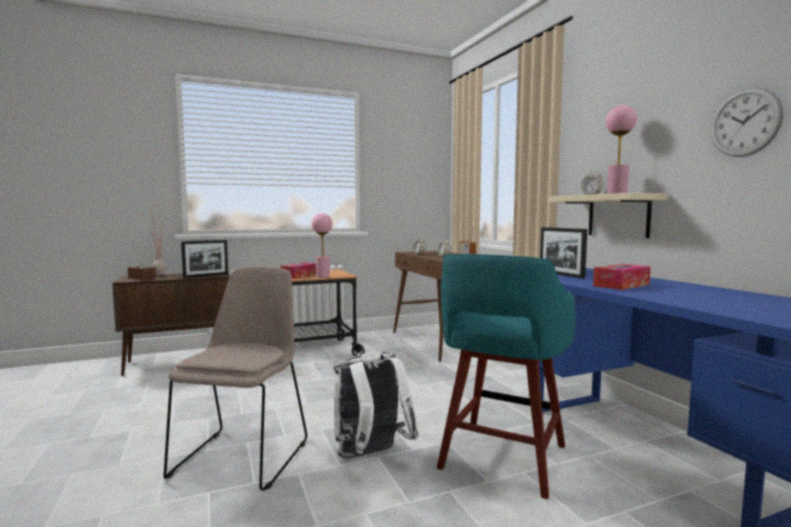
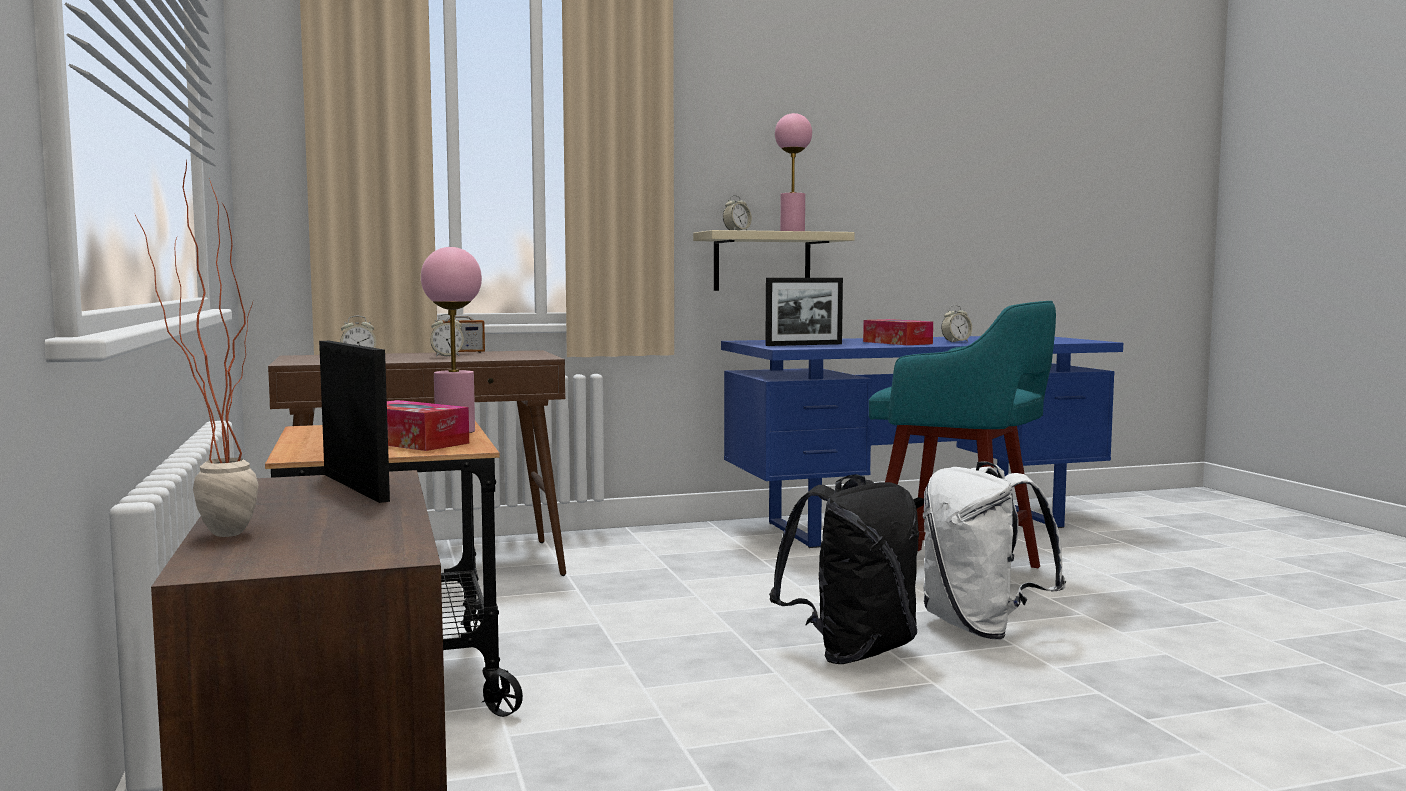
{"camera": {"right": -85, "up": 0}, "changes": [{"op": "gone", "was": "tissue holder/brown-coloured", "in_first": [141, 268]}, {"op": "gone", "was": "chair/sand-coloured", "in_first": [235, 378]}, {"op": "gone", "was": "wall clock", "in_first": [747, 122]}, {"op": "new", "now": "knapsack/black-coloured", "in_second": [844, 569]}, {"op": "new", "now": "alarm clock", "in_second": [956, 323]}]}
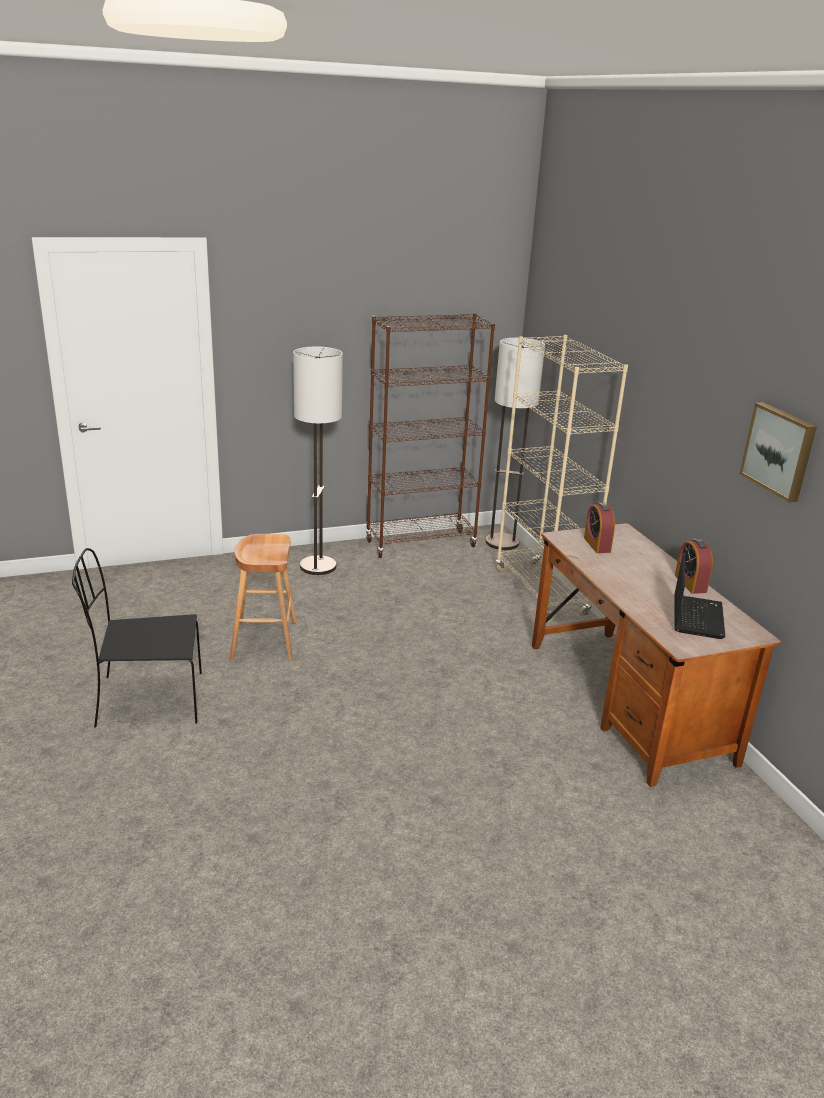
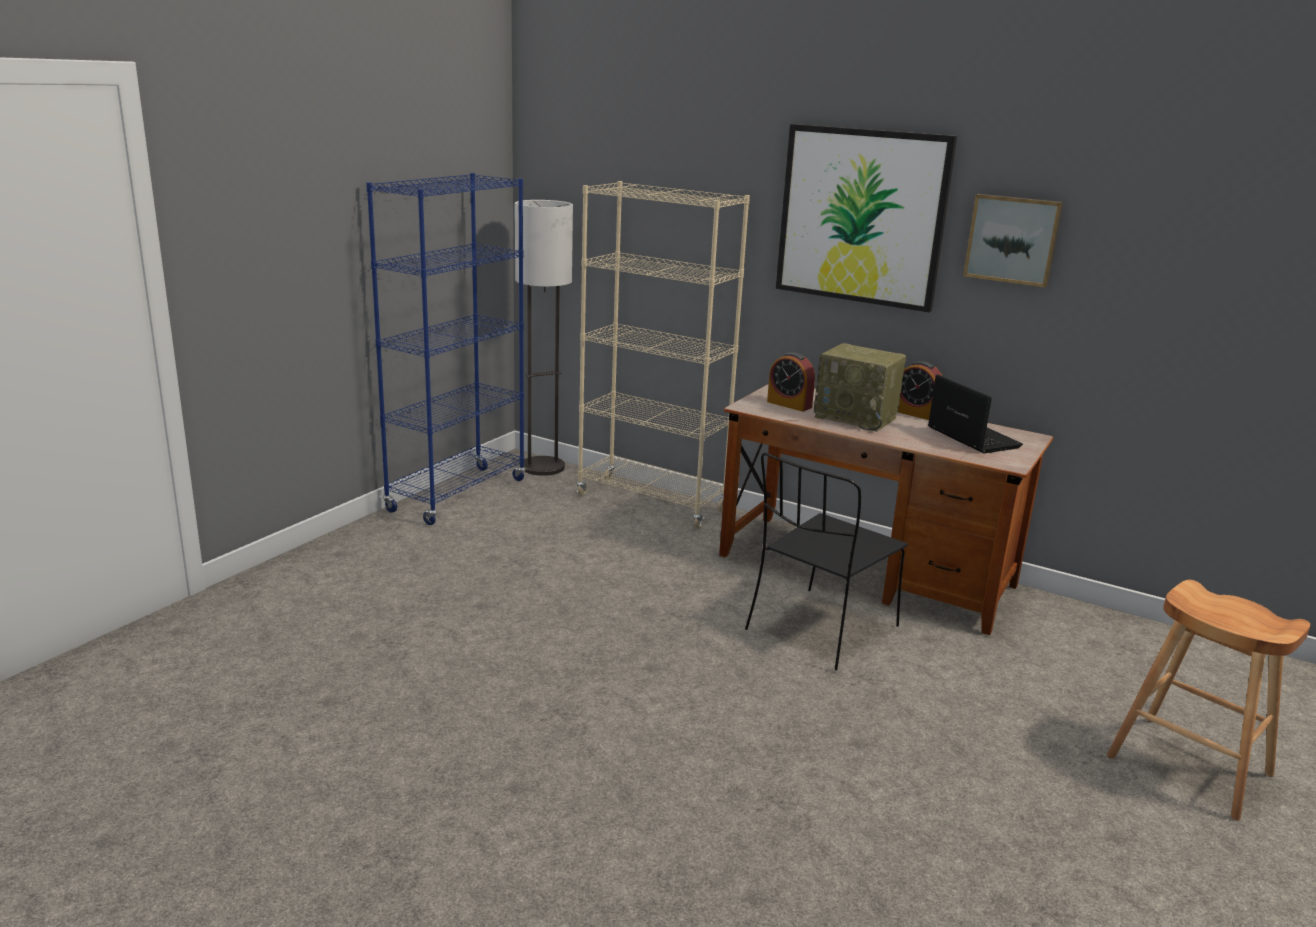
{"camera": {"right": -40, "up": -5}, "changes": [{"op": "gone", "was": "standing lamp", "in_first": [318, 461]}, {"op": "new", "now": "wall art", "in_second": [866, 218]}, {"op": "new", "now": "radio receiver", "in_second": [860, 387]}, {"op": "shifted", "was": "chair/black-coloured", "in_first": [137, 638], "in_second": [826, 561]}, {"op": "shifted", "was": "sitting stool/brown-coloured", "in_first": [263, 597], "in_second": [1208, 700]}, {"op": "repainted", "was": "shelving unit/brown-coloured", "now": "shelving unit/bluish", "in_first": [430, 435], "in_second": [446, 349]}]}
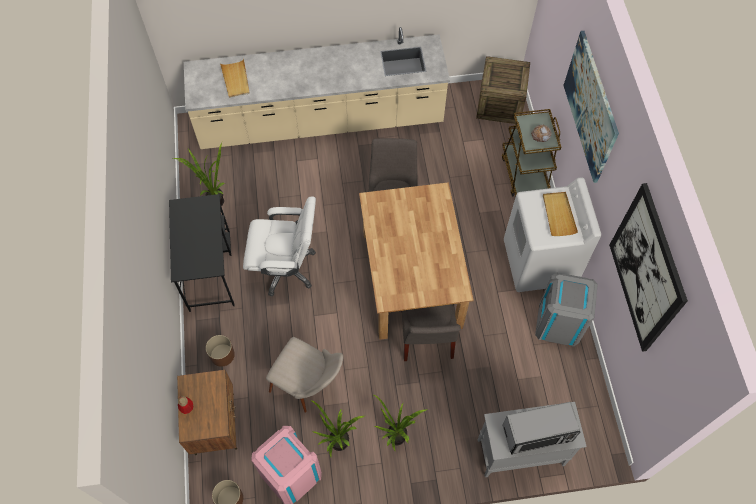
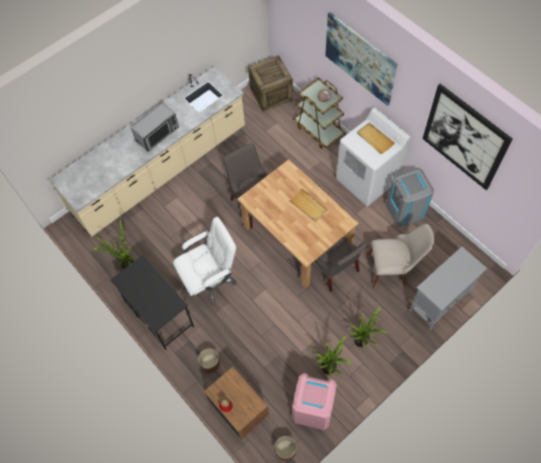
{"camera": {"right": -30, "up": 0}, "changes": [{"op": "shifted", "was": "tray/sand-coloured", "in_first": [235, 78], "in_second": [308, 205]}, {"op": "shifted", "was": "chair/sand-coloured", "in_first": [304, 375], "in_second": [400, 256]}, {"op": "shifted", "was": "microwave", "in_first": [541, 428], "in_second": [155, 127]}]}
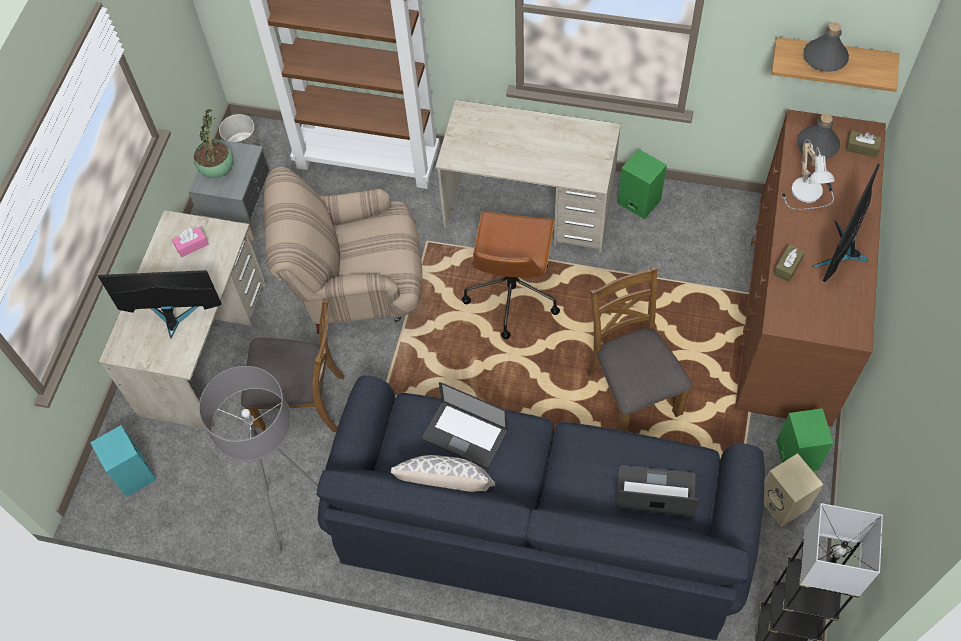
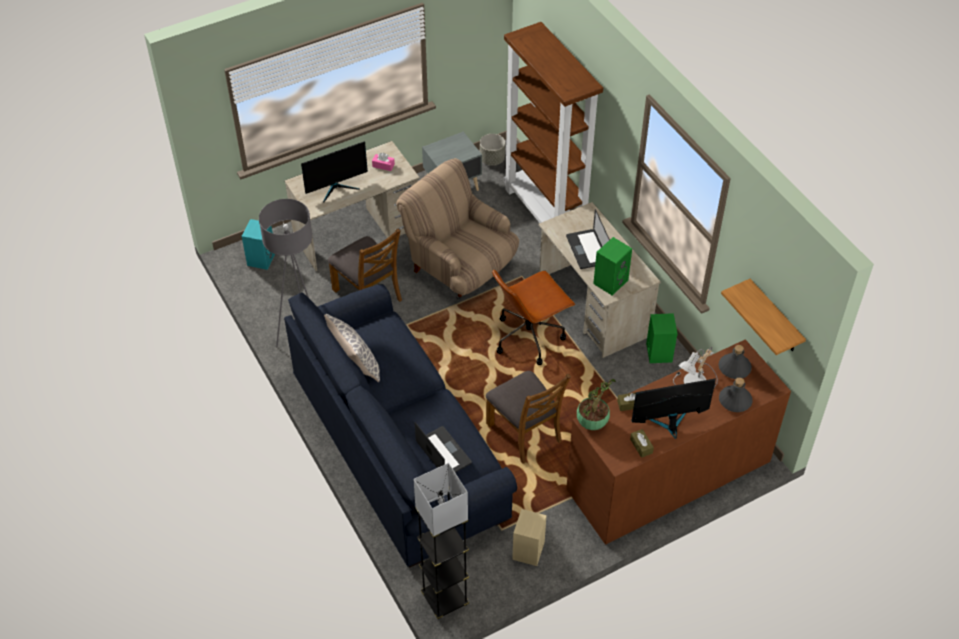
{"camera": {"right": 45, "up": -10}, "changes": [{"op": "shifted", "was": "potted plant", "in_first": [213, 143], "in_second": [596, 404]}, {"op": "shifted", "was": "laptop", "in_first": [465, 425], "in_second": [588, 239]}, {"op": "shifted", "was": "audio speaker/green", "in_first": [805, 439], "in_second": [612, 266]}, {"op": "shifted", "was": "bottle/greyish", "in_first": [826, 47], "in_second": [735, 394]}, {"op": "shifted", "was": "tissue holder/brown-coloured", "in_first": [863, 144], "in_second": [642, 443]}, {"op": "rotated", "was": "monitor", "in_first": [160, 304], "in_second": [334, 172], "clockwise": 105}, {"op": "rotated", "was": "chair/brown-coloured", "in_first": [639, 349], "in_second": [528, 417], "clockwise": 120}]}
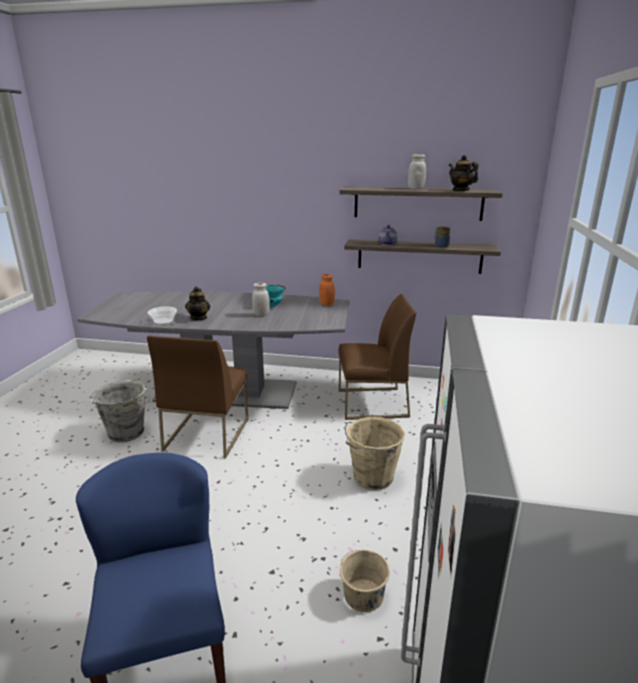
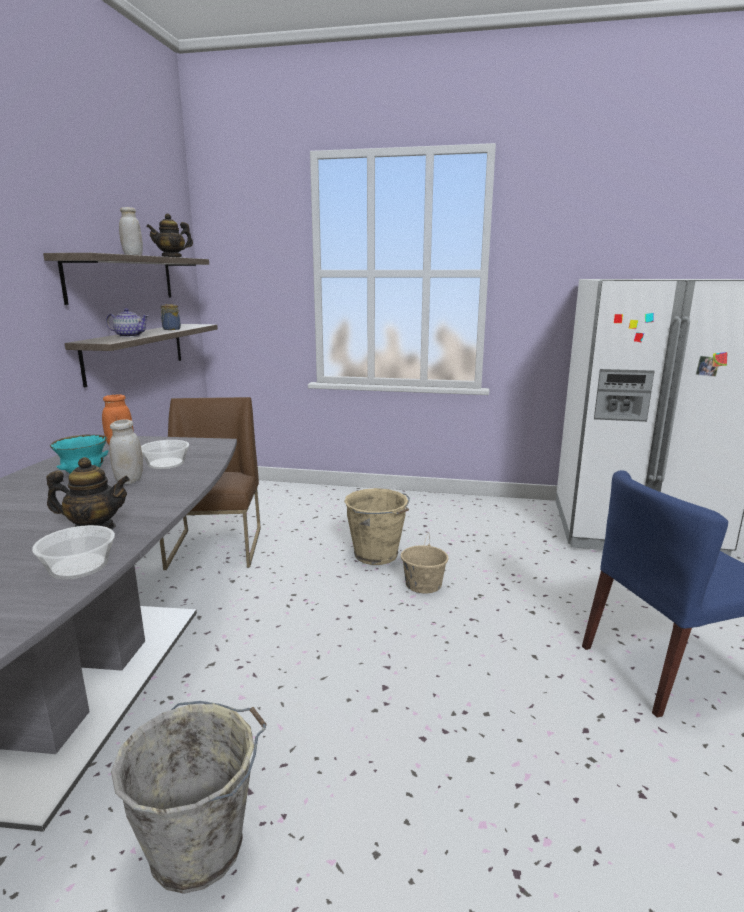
{"camera": {"right": -90, "up": -5}, "changes": [{"op": "gone", "was": "chair/brown-coloured", "in_first": [197, 397]}, {"op": "new", "now": "serving bowl", "in_second": [165, 454]}, {"op": "shifted", "was": "water bucket/sand-coloured", "in_first": [365, 581], "in_second": [424, 562]}]}
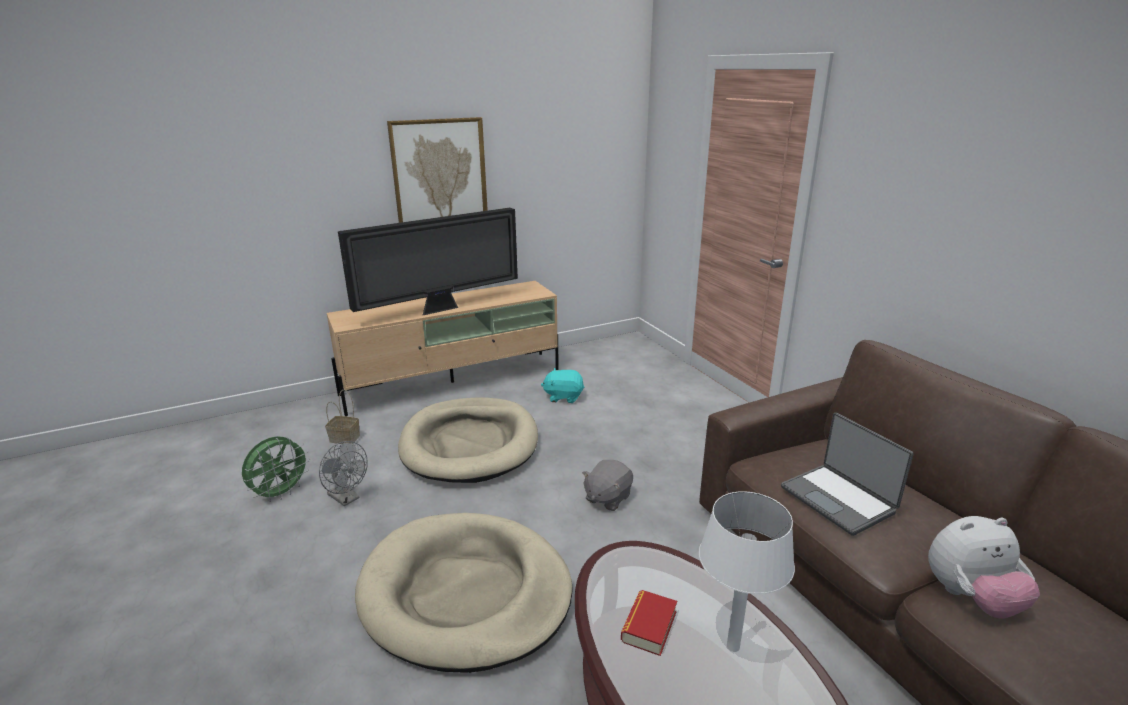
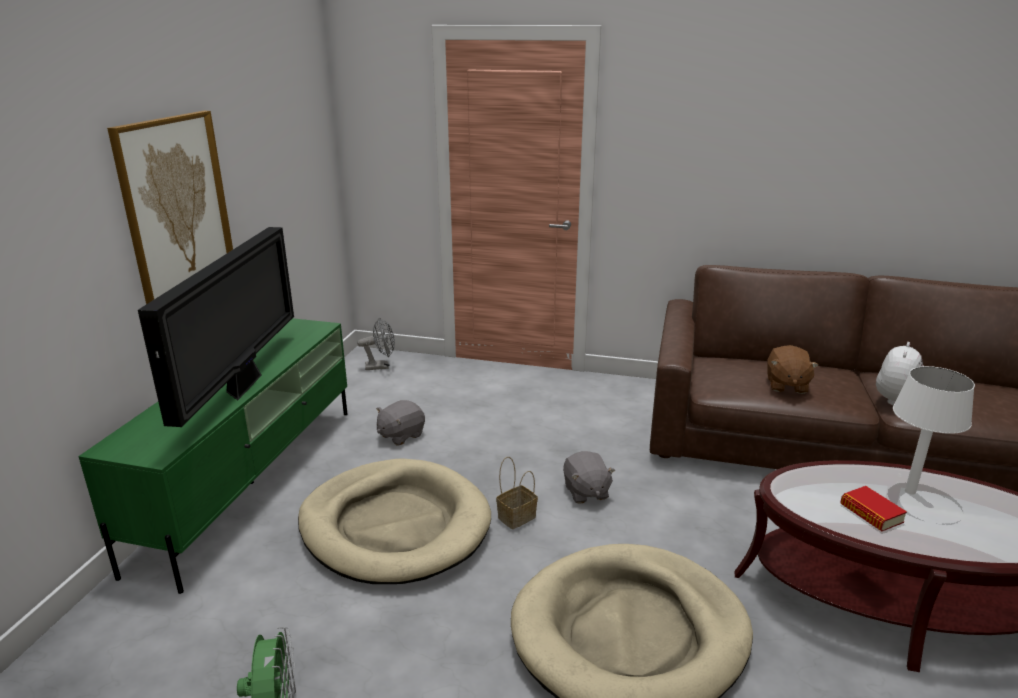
{"camera": {"right": -50, "up": 0}, "changes": [{"op": "shifted", "was": "electric fan/greyish", "in_first": [343, 473], "in_second": [376, 344]}, {"op": "shifted", "was": "household basket", "in_first": [342, 417], "in_second": [517, 493]}, {"op": "swapped", "was": "laptop", "now": "soft toy/brown-coloured", "in_first": [847, 474], "in_second": [793, 369]}, {"op": "repainted", "was": "tv stand/sand-coloured", "now": "tv stand/green", "in_first": [443, 348], "in_second": [212, 456]}, {"op": "repainted", "was": "soft toy/turquoise-coloured", "now": "soft toy/greyish", "in_first": [562, 385], "in_second": [400, 423]}]}
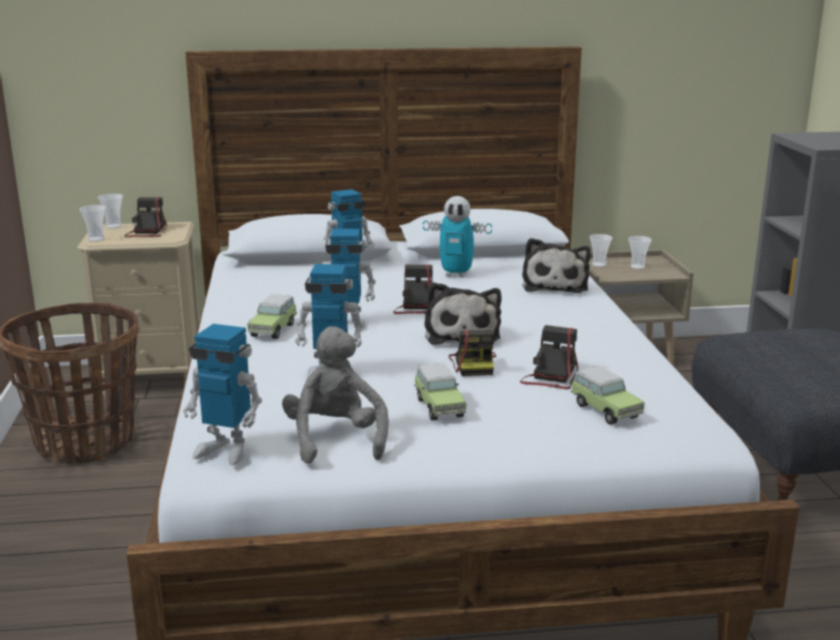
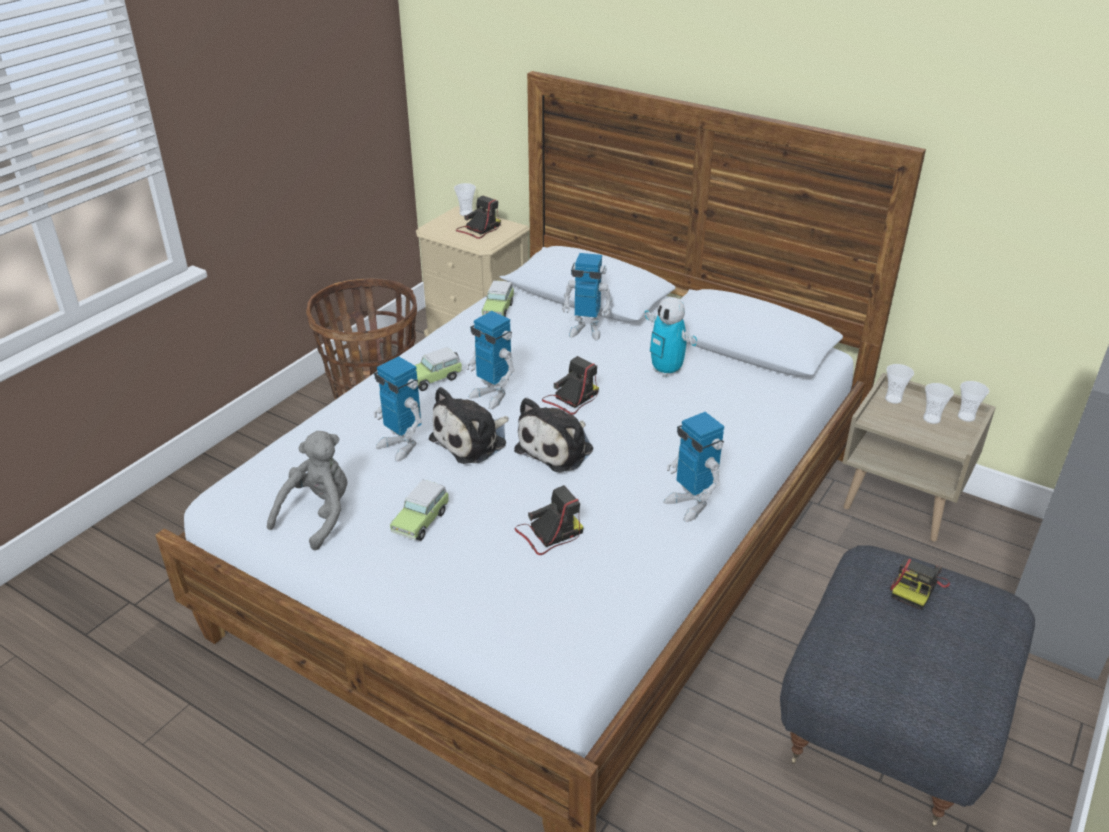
{"camera": {"right": 40, "up": 15}, "changes": [{"op": "shifted", "was": "drinking cup", "in_first": [92, 223], "in_second": [973, 401]}, {"op": "shifted", "was": "model robot", "in_first": [222, 395], "in_second": [693, 467]}, {"op": "shifted", "was": "still camera", "in_first": [472, 353], "in_second": [920, 584]}, {"op": "shifted", "was": "soft toy", "in_first": [556, 265], "in_second": [469, 425]}, {"op": "shifted", "was": "toy car", "in_first": [607, 395], "in_second": [498, 298]}]}
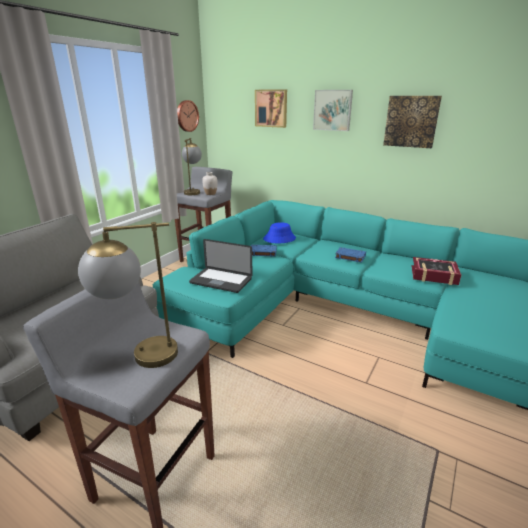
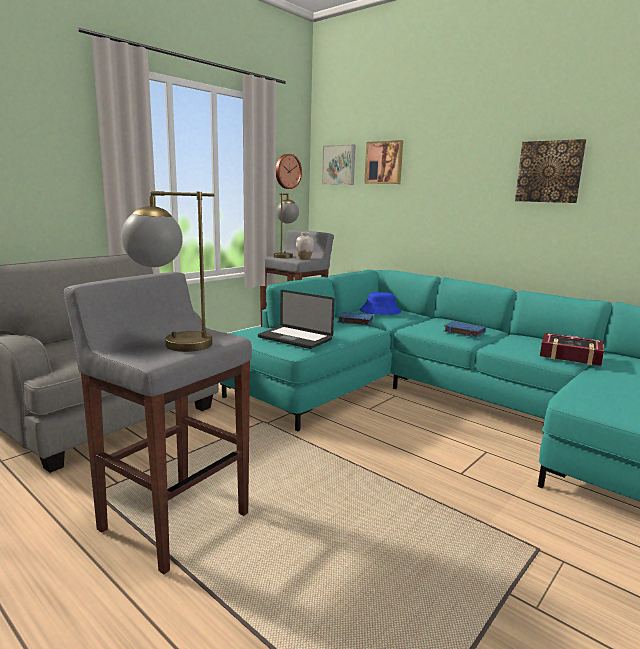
{"camera": {"right": 10, "up": -10}, "changes": [{"op": "shifted", "was": "wall art", "in_first": [333, 110], "in_second": [339, 164]}]}
